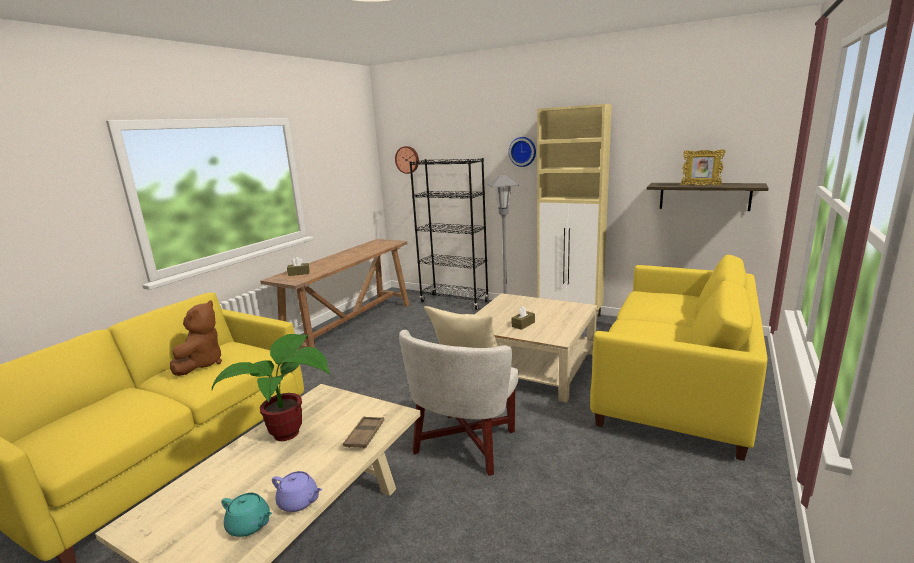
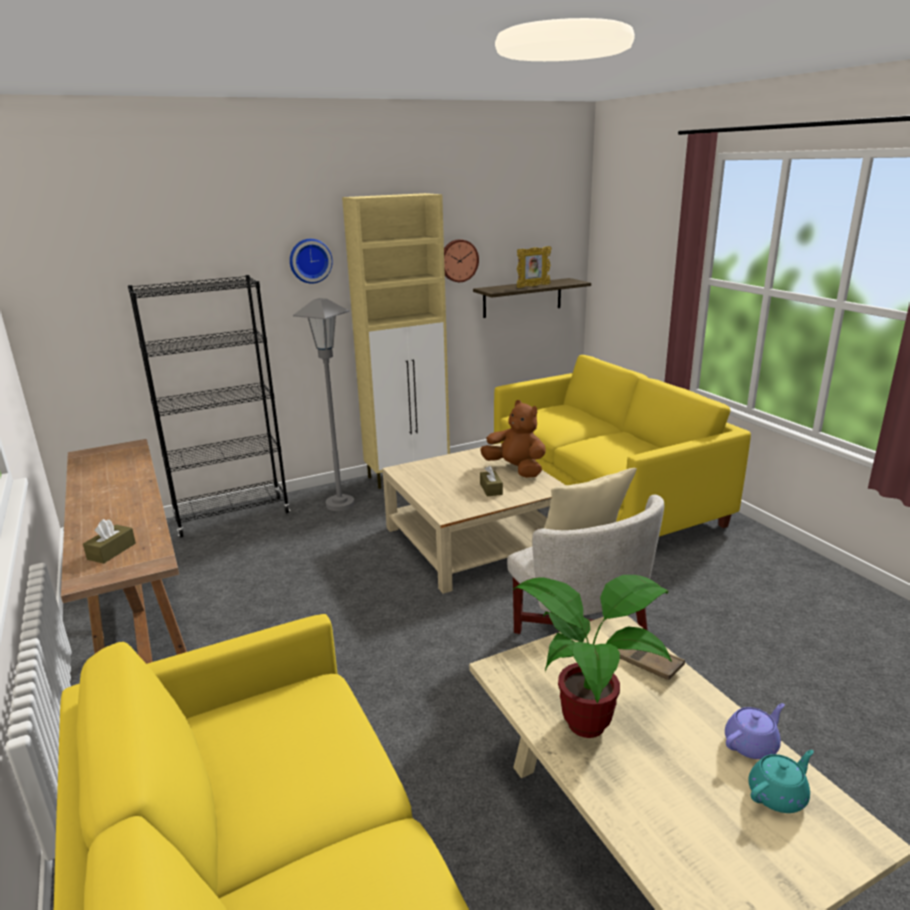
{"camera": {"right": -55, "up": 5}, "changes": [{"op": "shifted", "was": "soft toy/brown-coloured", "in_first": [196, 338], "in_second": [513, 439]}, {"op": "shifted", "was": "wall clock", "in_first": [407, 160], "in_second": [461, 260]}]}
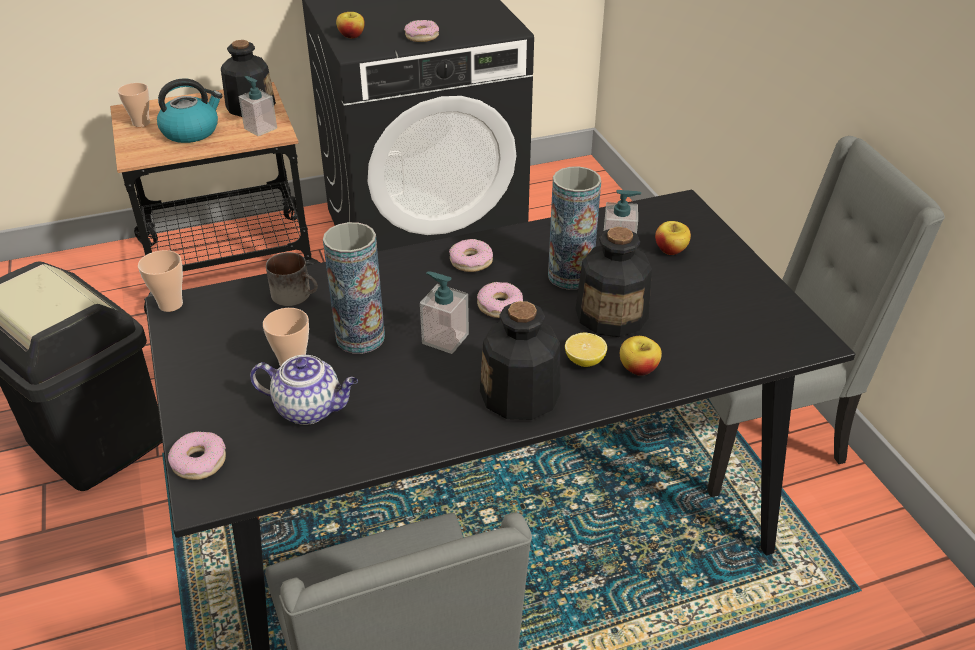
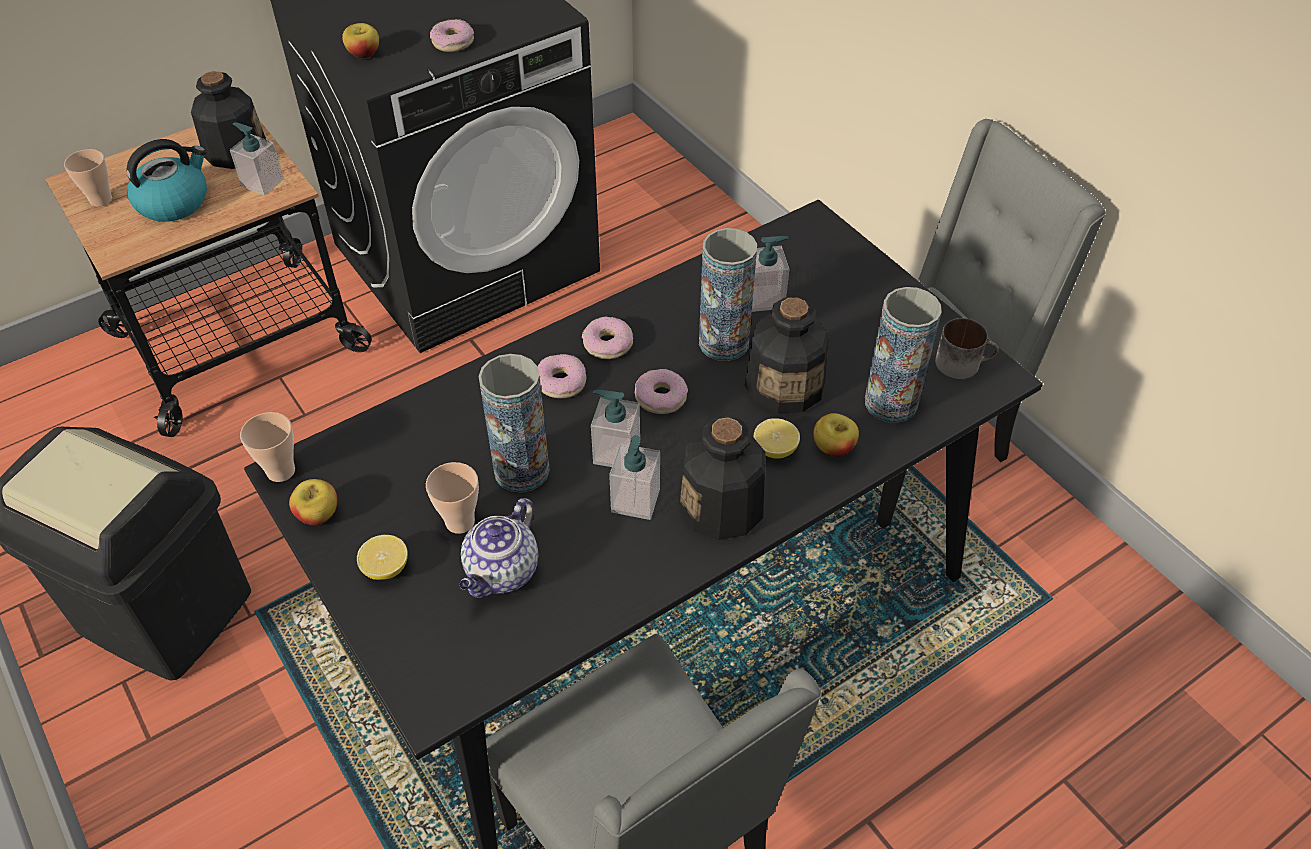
{"camera": {"right": -15, "up": 10}, "changes": [{"op": "new", "now": "lemon", "in_second": [382, 557]}, {"op": "new", "now": "soap dispenser", "in_second": [634, 477]}, {"op": "new", "now": "flower vase", "in_second": [903, 355]}, {"op": "shifted", "was": "donut", "in_first": [197, 456], "in_second": [562, 376]}, {"op": "shifted", "was": "mug", "in_first": [292, 279], "in_second": [967, 348]}, {"op": "shifted", "was": "apple", "in_first": [673, 238], "in_second": [313, 502]}, {"op": "rotated", "was": "tea pot", "in_first": [304, 390], "in_second": [498, 548], "clockwise": 120}]}
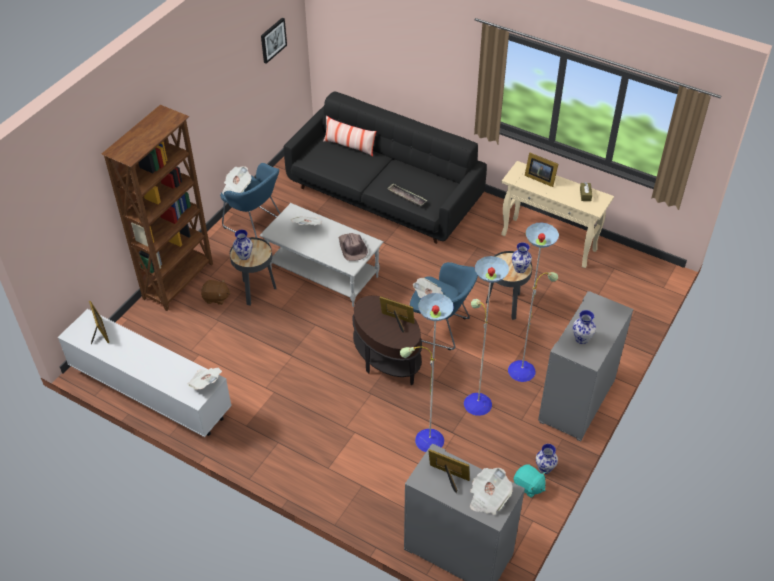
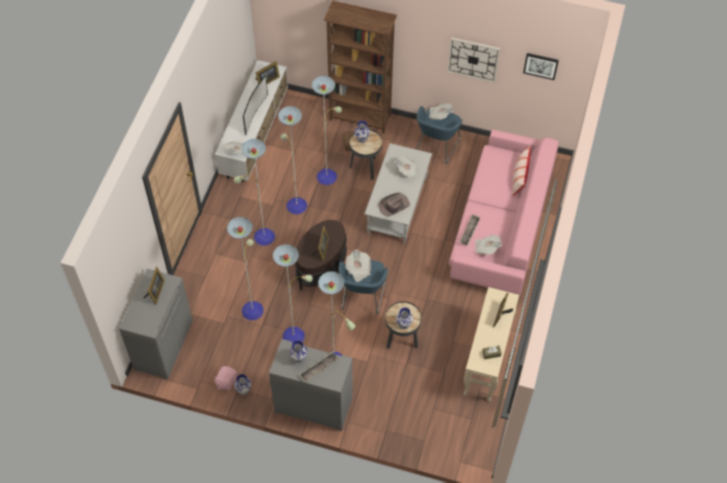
{"camera": {"right": 75, "up": 10}, "changes": [{"op": "new", "now": "standing lamp", "in_second": [288, 161]}, {"op": "new", "now": "TV set", "in_second": [255, 105]}, {"op": "new", "now": "tray", "in_second": [319, 367]}, {"op": "new", "now": "wall clock", "in_second": [473, 60]}, {"op": "shifted", "was": "printed paper", "in_first": [491, 491], "in_second": [488, 245]}, {"op": "repainted", "was": "settee/black-coloured", "now": "settee/pinkish", "in_first": [385, 167], "in_second": [504, 212]}, {"op": "repainted", "was": "soft toy/turquoise-coloured", "now": "soft toy/pinkish", "in_first": [530, 481], "in_second": [225, 378]}]}
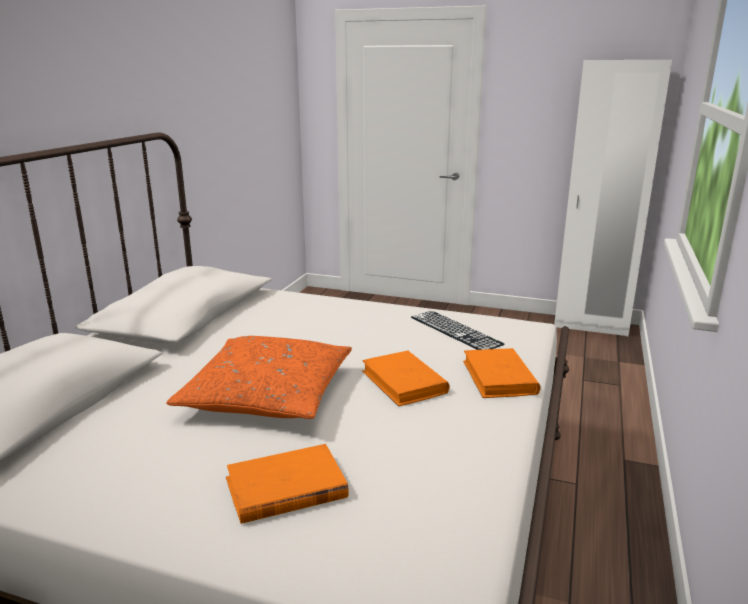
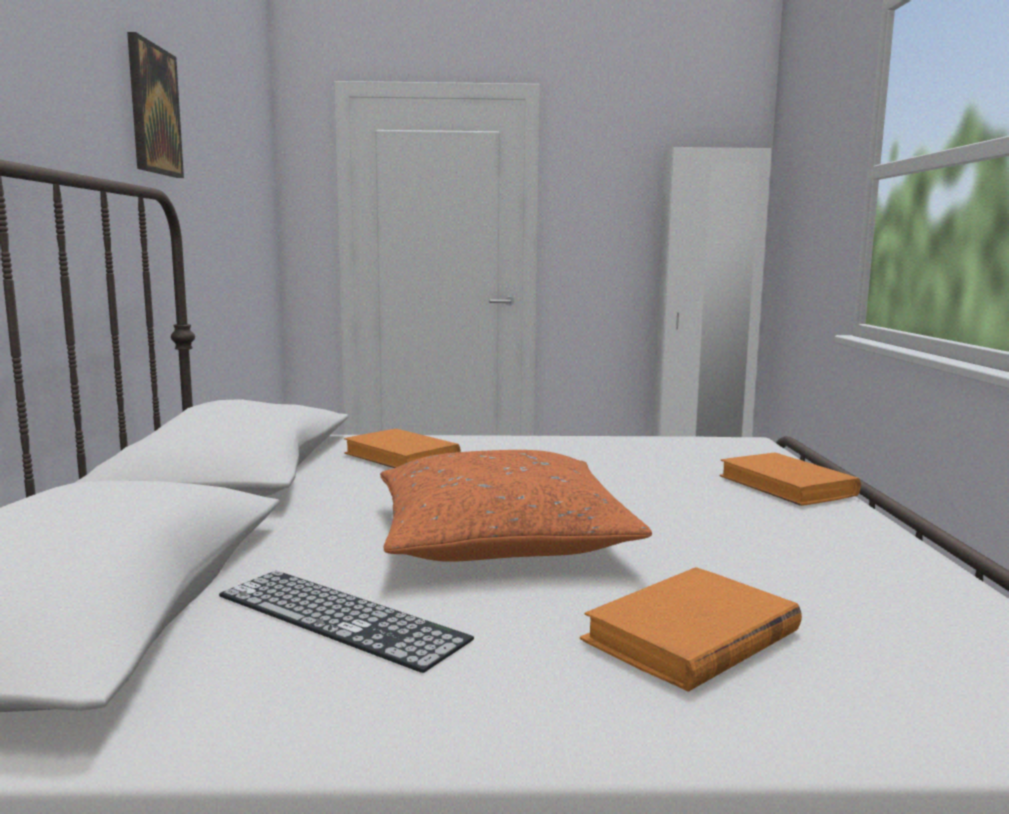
{"camera": {"right": -20, "up": -10}, "changes": [{"op": "new", "now": "wall art", "in_second": [155, 105]}, {"op": "shifted", "was": "bound book/orange", "in_first": [406, 378], "in_second": [402, 448]}, {"op": "shifted", "was": "PC keyboard", "in_first": [457, 330], "in_second": [346, 622]}]}
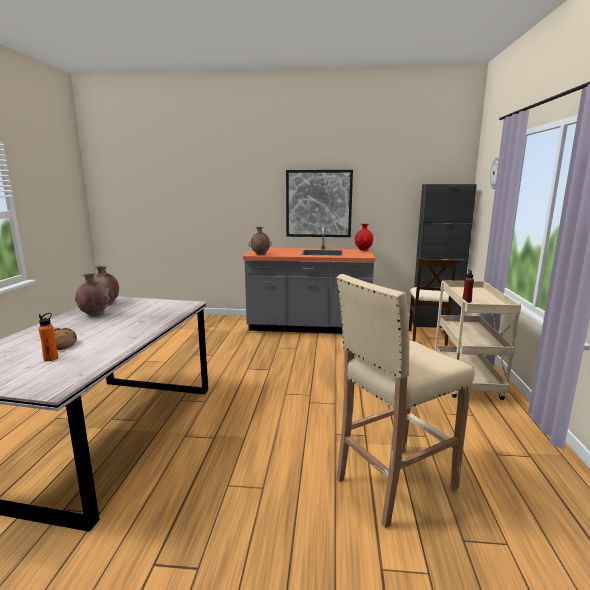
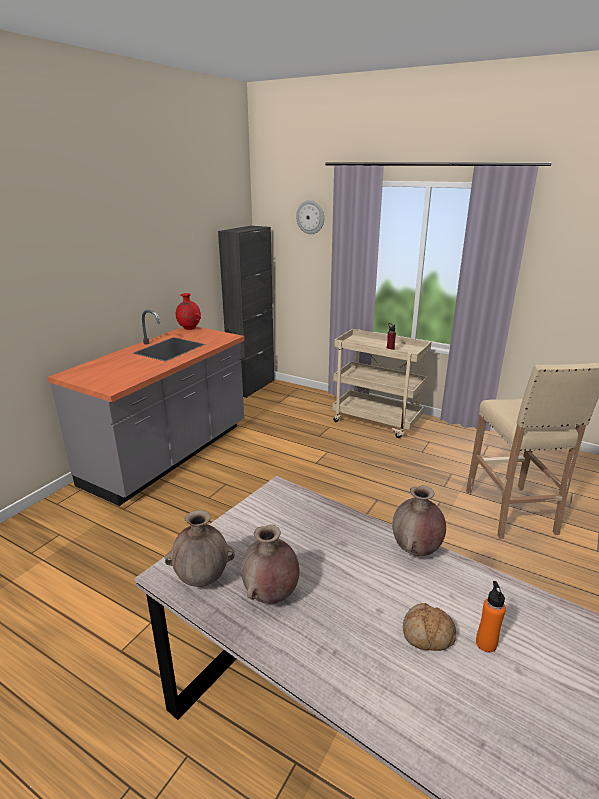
{"camera": {"right": -65, "up": 10}, "changes": [{"op": "gone", "was": "wall art", "in_first": [319, 203]}, {"op": "gone", "was": "chair/sand-coloured", "in_first": [433, 302]}, {"op": "shifted", "was": "flower vase/brown-coloured", "in_first": [260, 240], "in_second": [419, 520]}]}
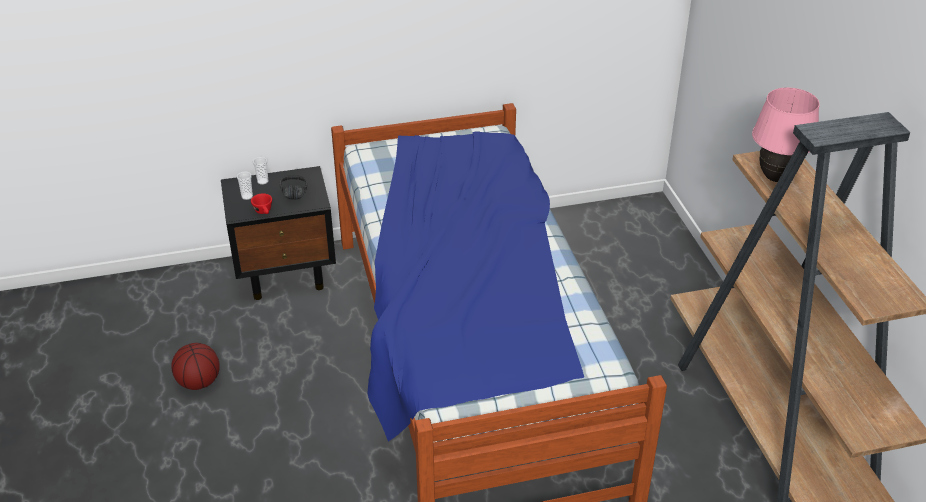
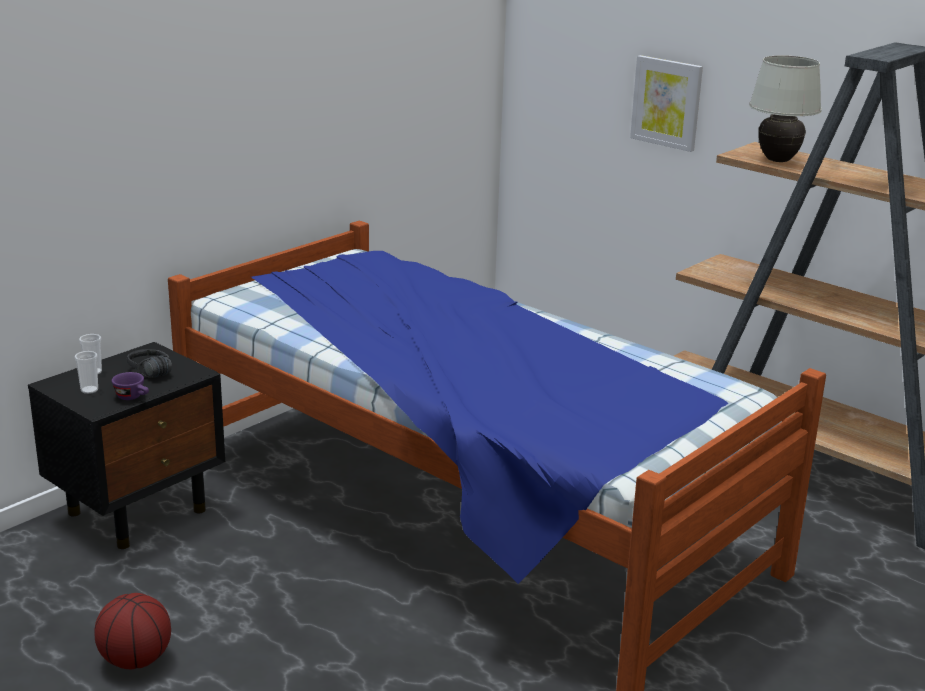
{"camera": {"right": -35, "up": -15}, "changes": [{"op": "new", "now": "wall art", "in_second": [666, 103]}, {"op": "repainted", "was": "drinking cup/reddish", "now": "drinking cup/purple", "in_first": [261, 203], "in_second": [130, 386]}, {"op": "repainted", "was": "tabletop lamp/pinkish", "now": "tabletop lamp/whitish", "in_first": [786, 135], "in_second": [785, 108]}]}
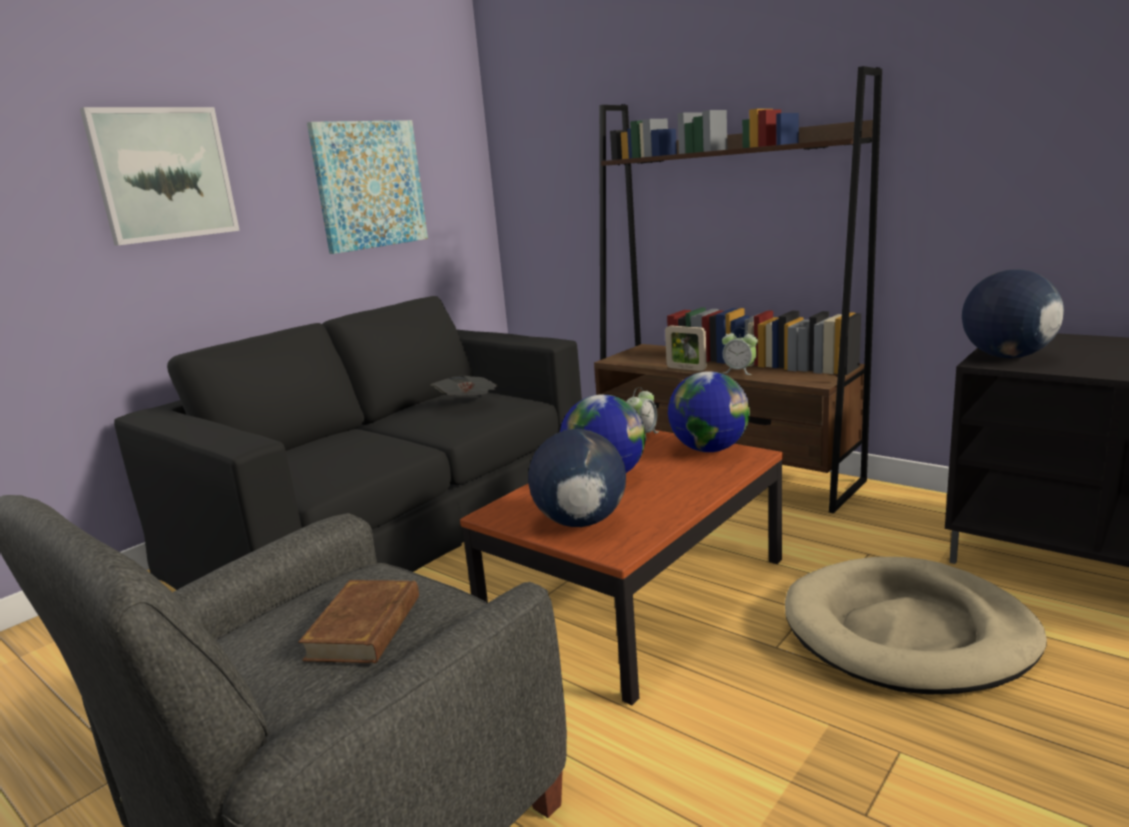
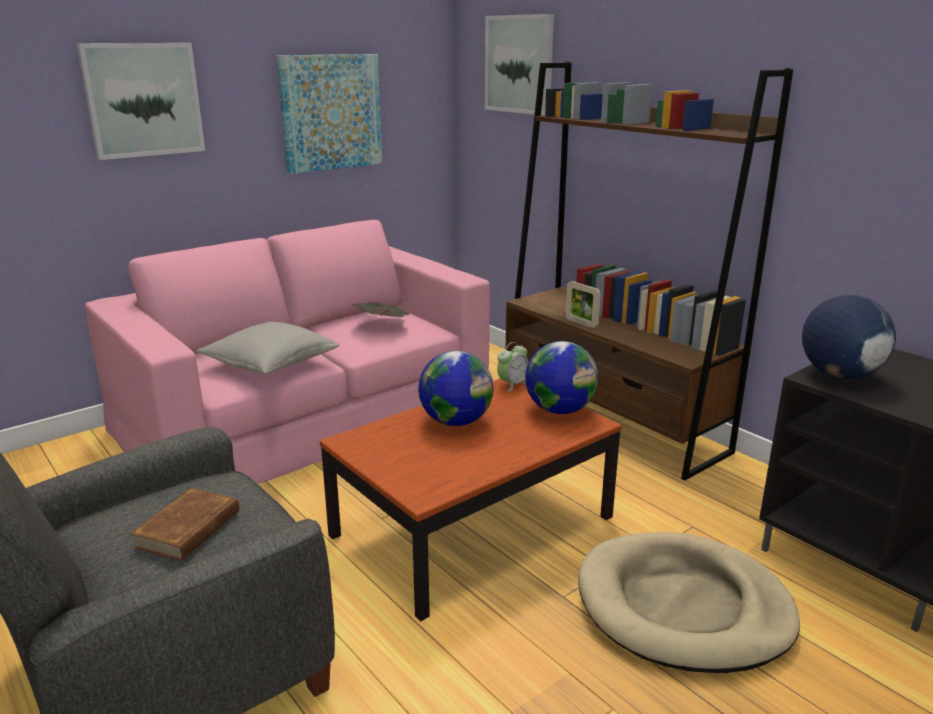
{"camera": {"right": 10, "up": 5}, "changes": [{"op": "gone", "was": "world globe", "in_first": [577, 478]}, {"op": "gone", "was": "alarm clock", "in_first": [740, 351]}, {"op": "new", "now": "pillow/greyish", "in_second": [267, 347]}, {"op": "new", "now": "wall art", "in_second": [519, 65]}, {"op": "repainted", "was": "settee/black-coloured", "now": "settee/pinkish", "in_first": [348, 443], "in_second": [287, 352]}]}
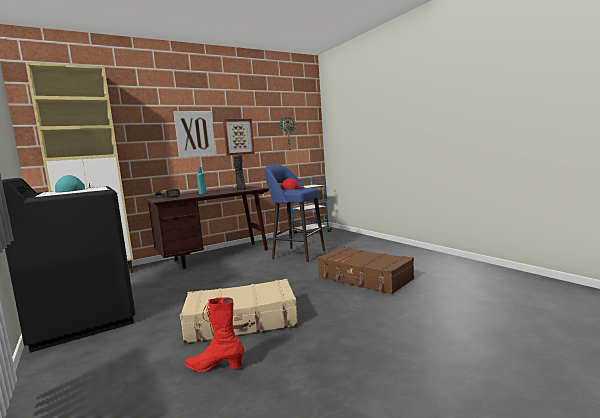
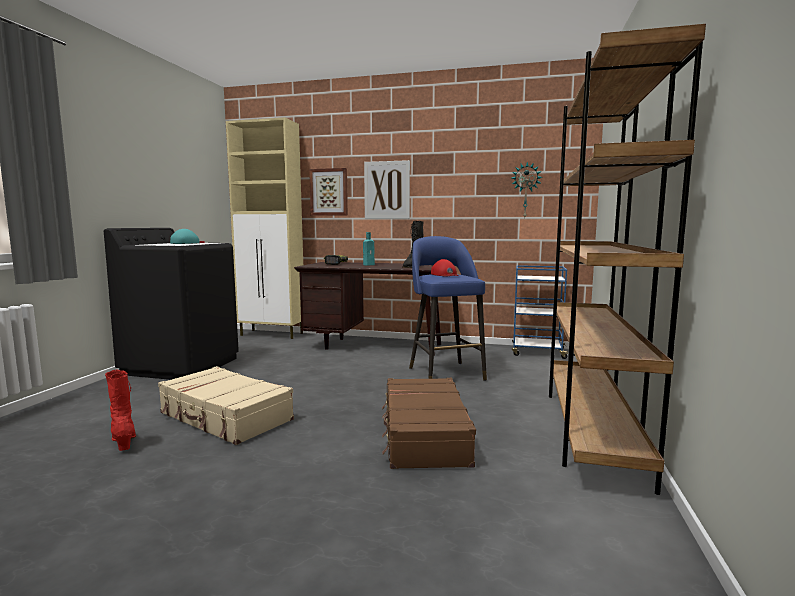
{"camera": {"right": 45, "up": 0}, "changes": [{"op": "new", "now": "shelving unit/brown-coloured", "in_second": [627, 259]}, {"op": "shifted", "was": "wall art", "in_first": [239, 137], "in_second": [328, 192]}]}
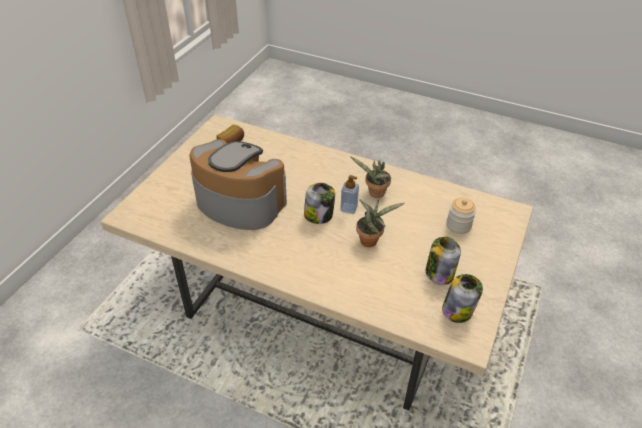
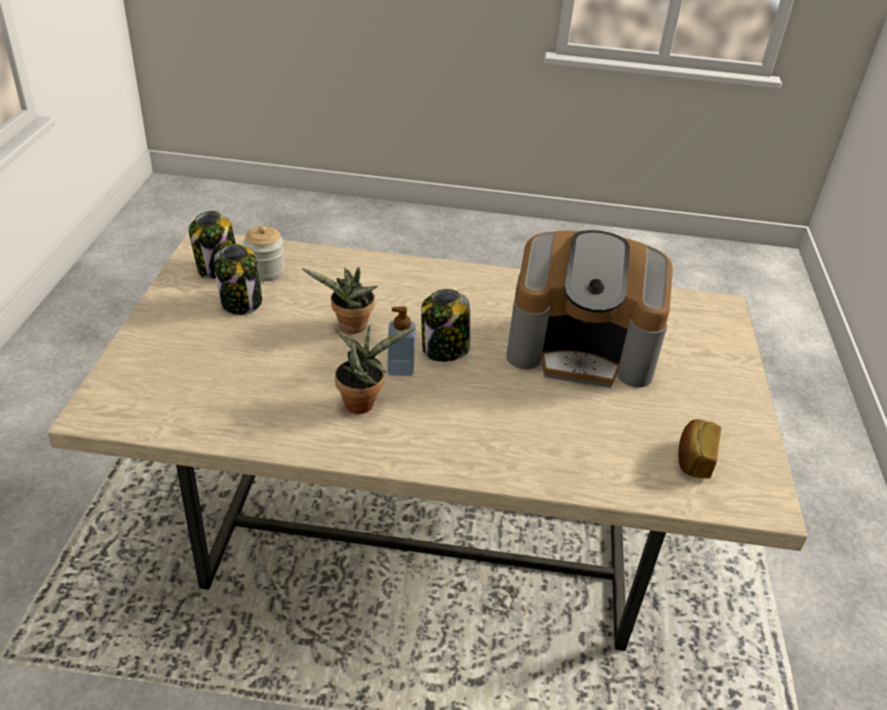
{"camera": {"right": 160, "up": -5}, "changes": [{"op": "shifted", "was": "preserve jar", "in_first": [461, 216], "in_second": [264, 253]}]}
